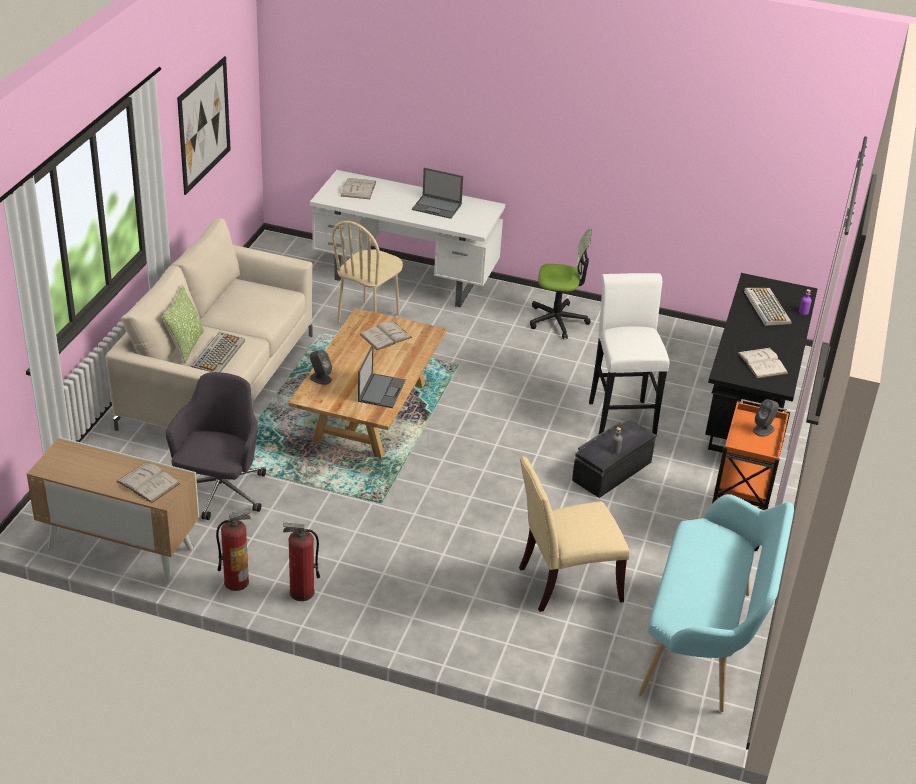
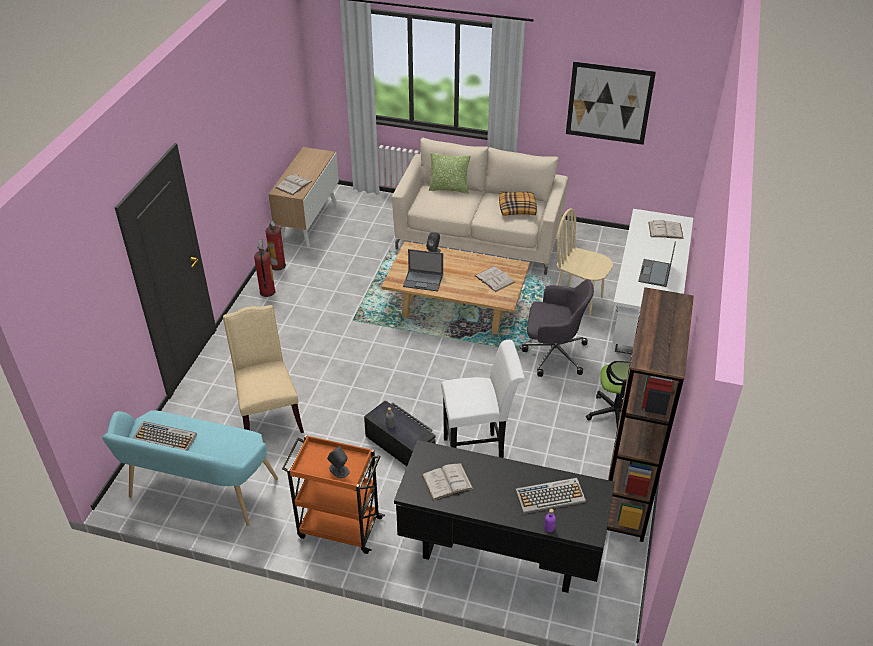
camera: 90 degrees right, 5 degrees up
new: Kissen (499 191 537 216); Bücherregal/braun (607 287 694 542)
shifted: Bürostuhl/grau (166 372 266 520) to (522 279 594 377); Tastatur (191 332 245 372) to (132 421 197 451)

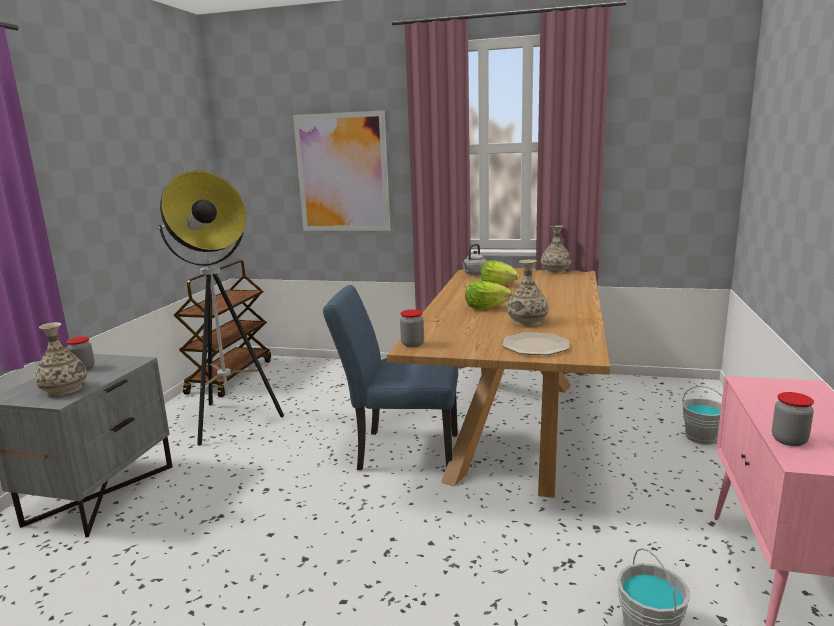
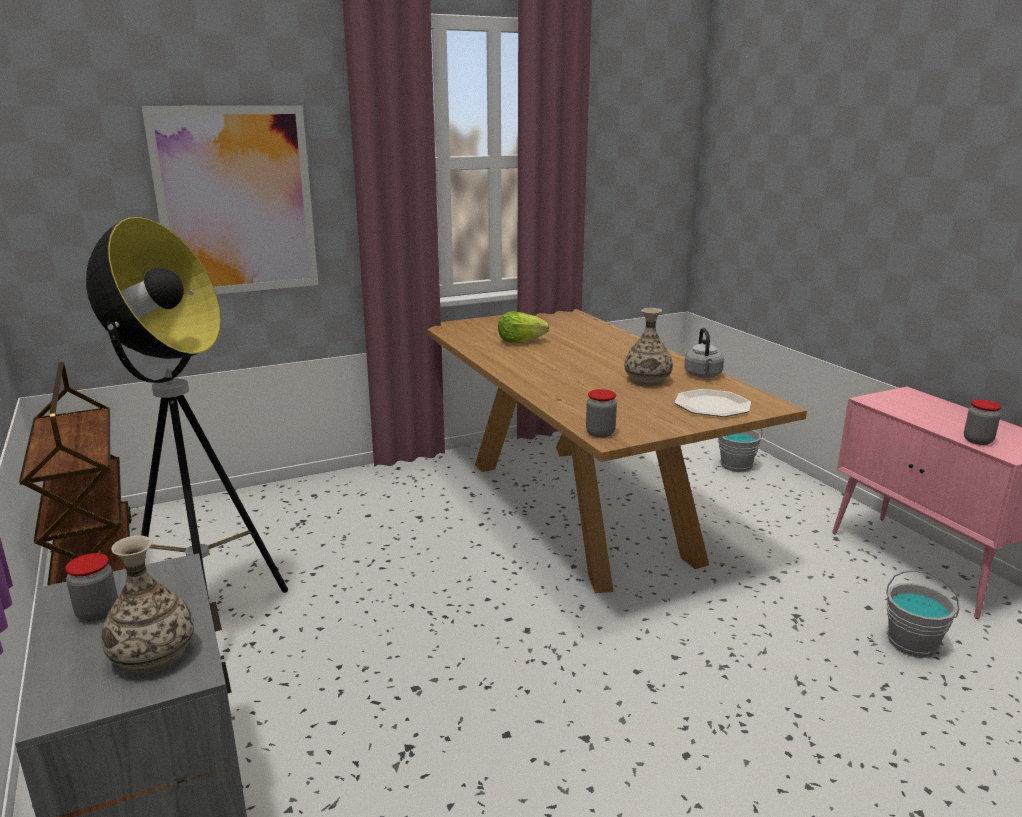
camera: 40 degrees left, 5 degrees up
gone: Stuhl/blau (323 285 458 470); Salatkopf (465 281 512 309); Vase (540 225 571 274)
shifted: Wasserkessel/grau (462 244 487 275) to (684 328 724 378)

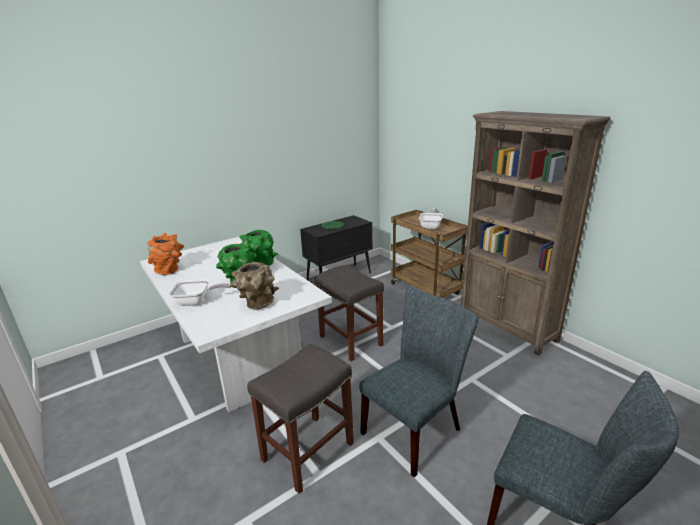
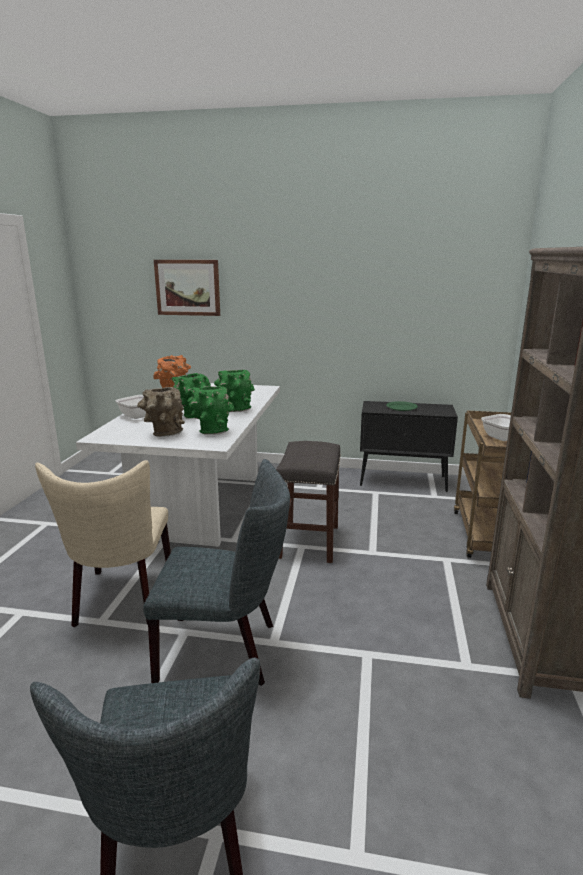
camera: 45 degrees right, 5 degrees down
new: Bild (154 260 220 316); Vase/grün (188 386 235 435)
swapped: Hocker/grau (247 344 354 494) to Stuhl/beige (35 460 171 628)

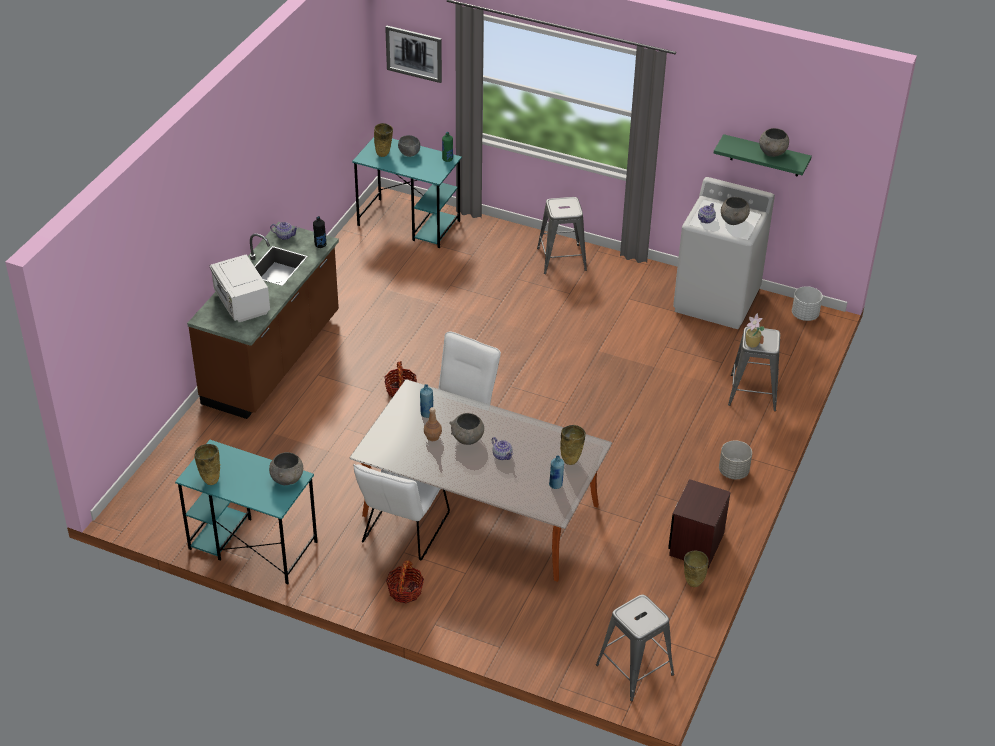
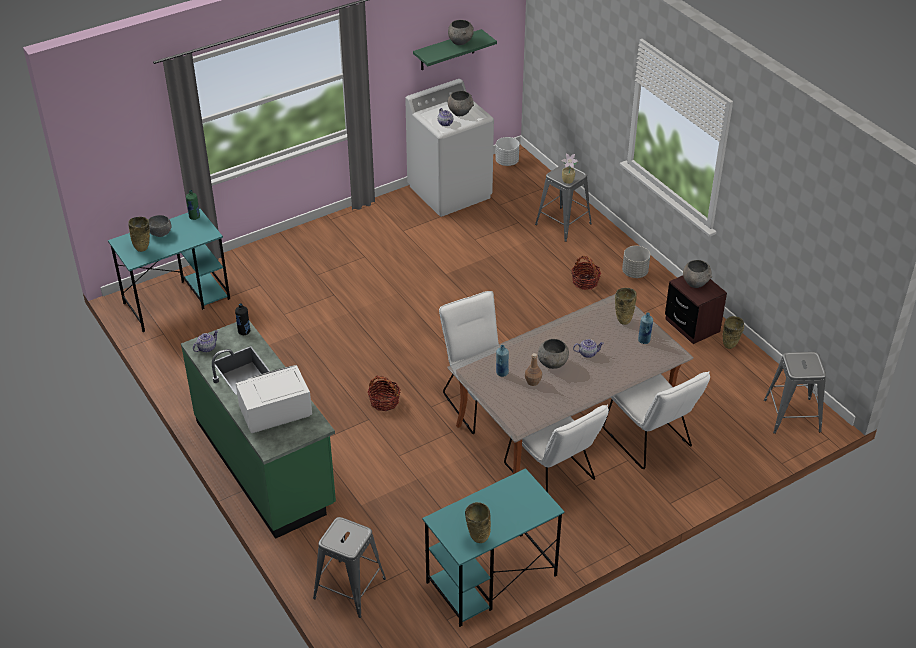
camera: 55 degrees left, 0 degrees up
gone: Bild (385 25 442 83)
new: Stuhl/weiß (603 372 710 469)
shifted: Schüssel/grau (269 452 303 485) to (683 260 712 288); Korb (386 560 424 603) to (571 256 601 290); Hocker/grau (537 197 587 274) to (313 517 386 618)
repainted: Küchenzeile/braun (187 222 339 419) to Küchenzeile/grün (181 321 336 539)
rotated: Mikrowelle/weiß (210 255 270 322) = (236 365 312 433) 150 degrees clockwise

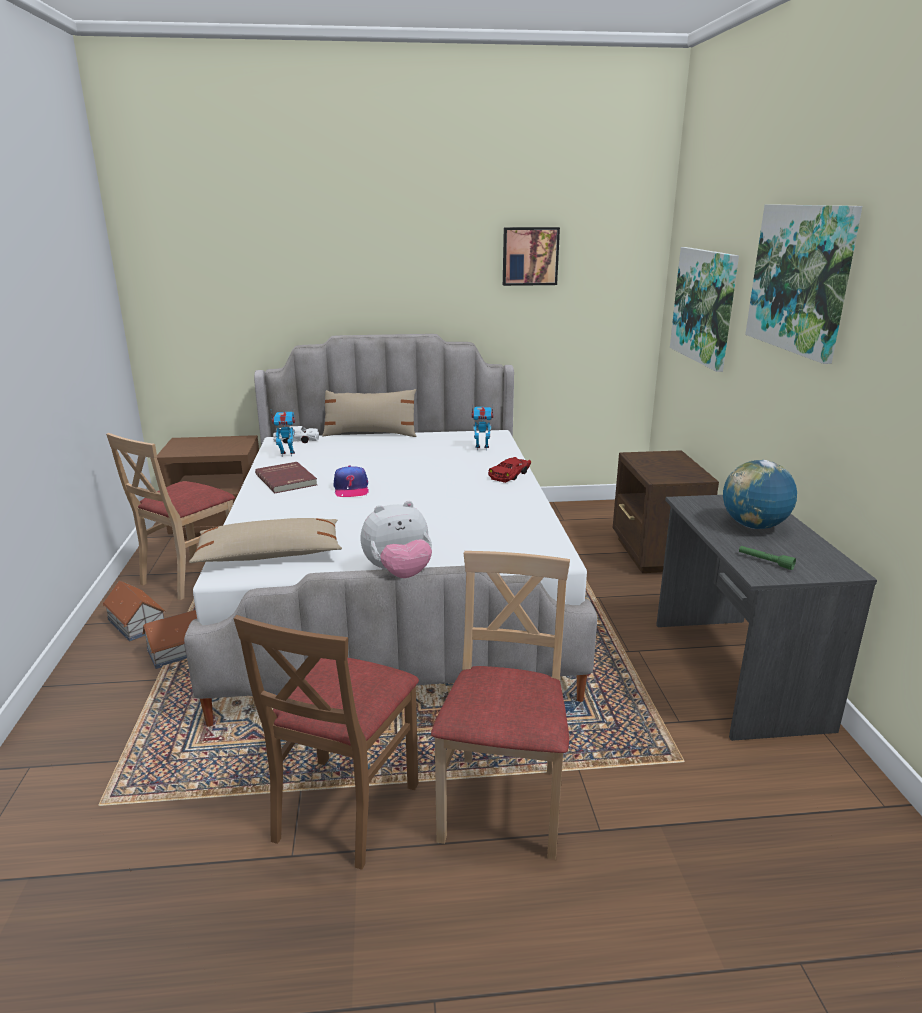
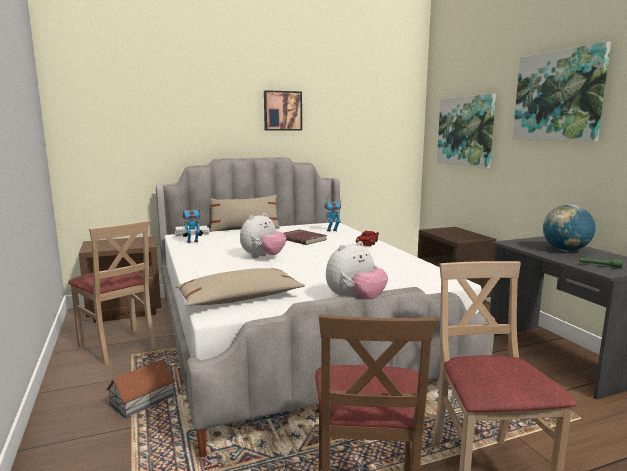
camera: 15 degrees left, 10 degrees down
gone: Spielzeughaus (102 580 166 641)
shifted: Buch/rot (255 462 317 493) to (284 229 327 245); Bild (503 227 560 286) to (264 90 302 131)
swapped: Kappe (334 466 369 497) to Plüschtier (240 213 286 258)
rotated: Stuhl/beige (106 433 235 600) = (68 220 156 365) 60 degrees counterclockwise

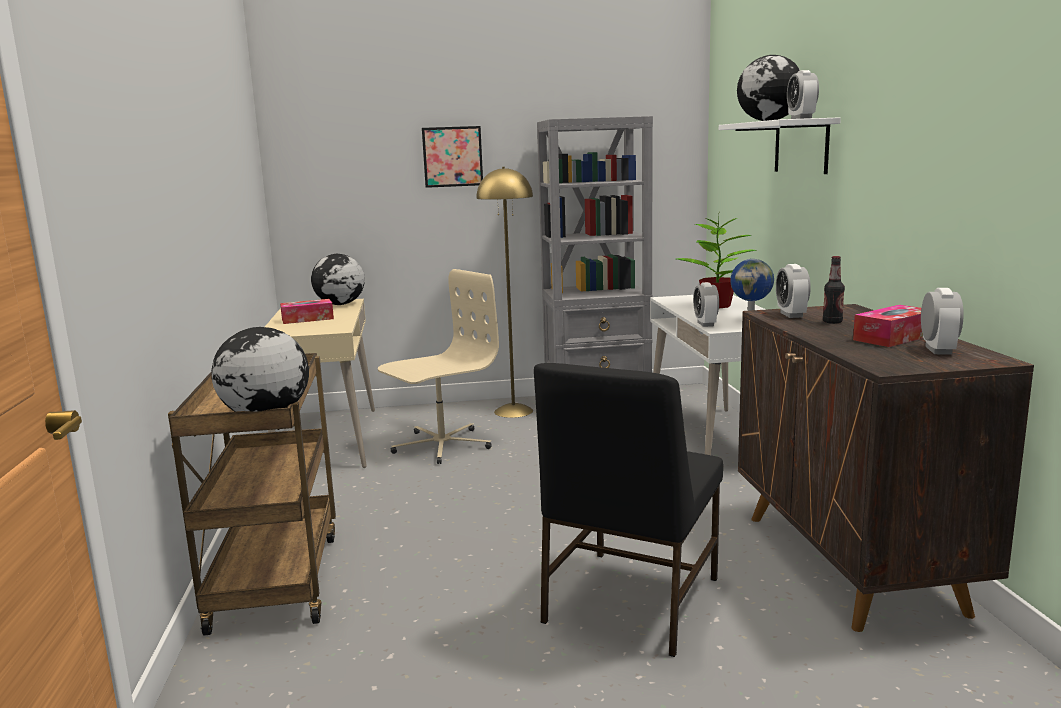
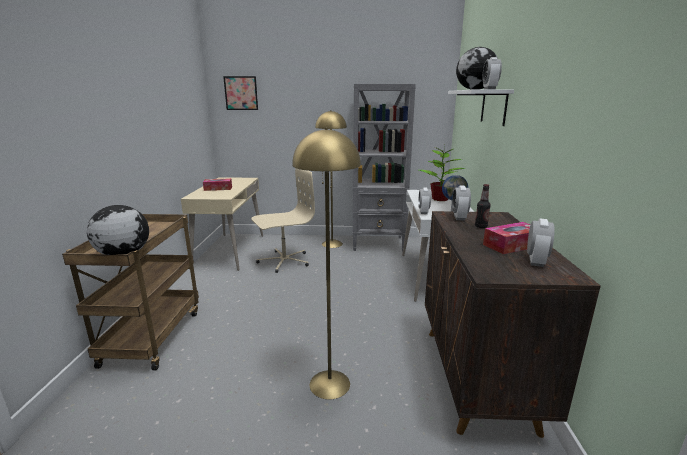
camera: 10 degrees right, 5 degrees up
gone: Globus (311 254 365 305)
shifted: Bild (422 126 483 188) to (223 76 258 110)
swapped: Stuhl/schwarz (534 363 723 657) to Stehlampe/gelb (292 128 361 400)

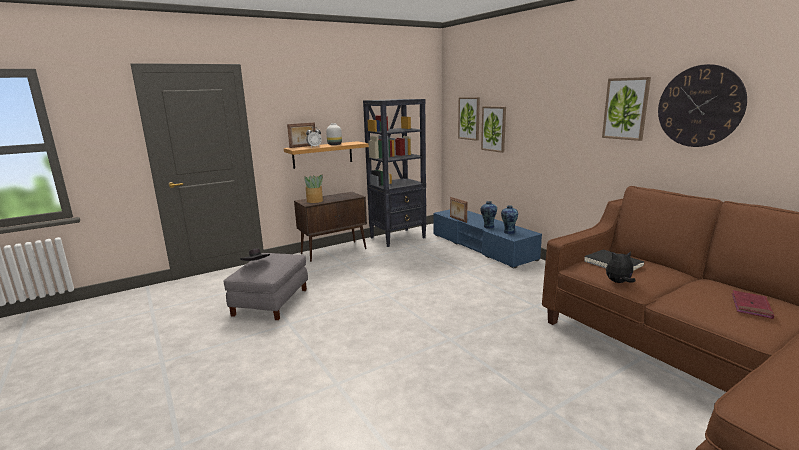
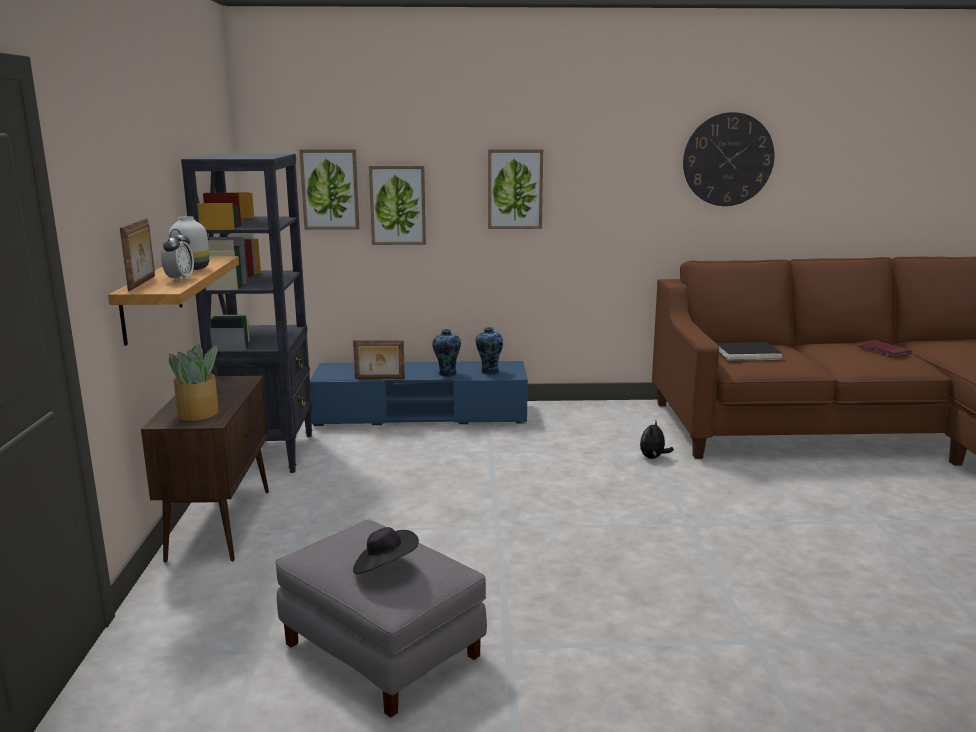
camera: 60 degrees left, 0 degrees up
shifted: Bild (602 77 651 141) to (488 149 543 229); Plüschtier (606 251 636 283) to (640 421 674 459)

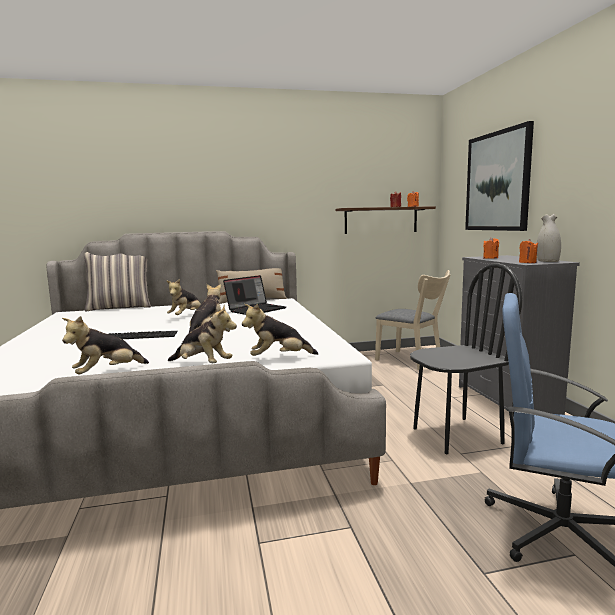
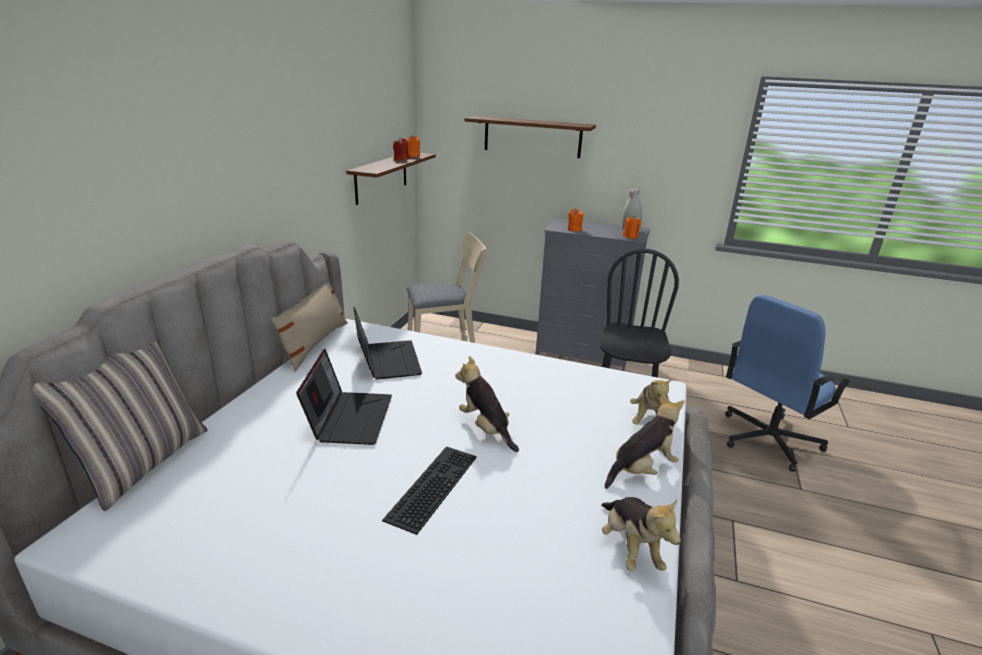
camera: 60 degrees left, 15 degrees up
swapped: Plüschtier (167 279 201 315) to Laptop (296 349 392 445); Bild (465 121 534 231) to Wandregal/braun (464 116 596 158)

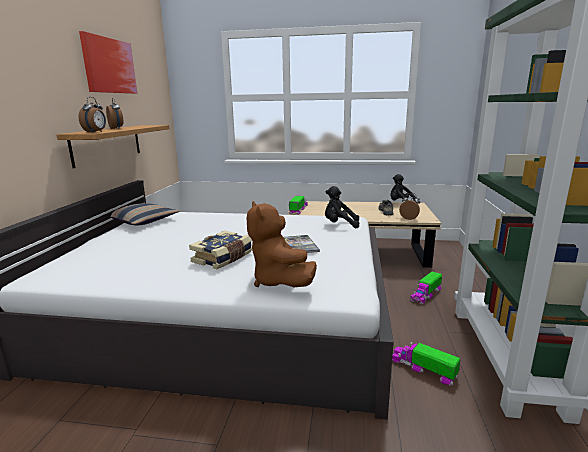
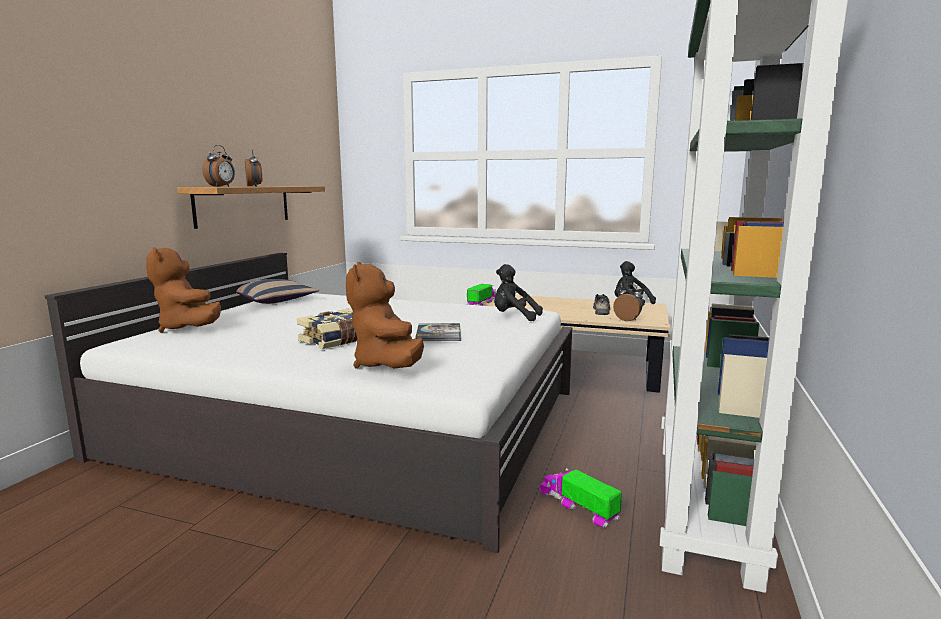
camera: 10 degrees right, 5 degrees down
gone: Bild (79 31 137 94); Spielzeuglaster (410 271 442 305)
new: Plüschtier/braun (146 247 221 333)

